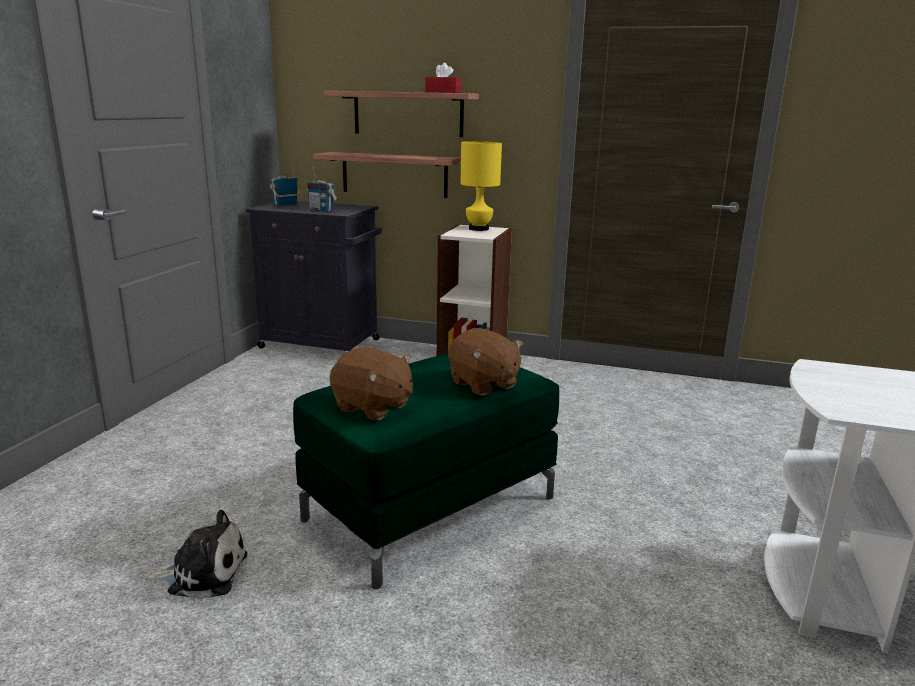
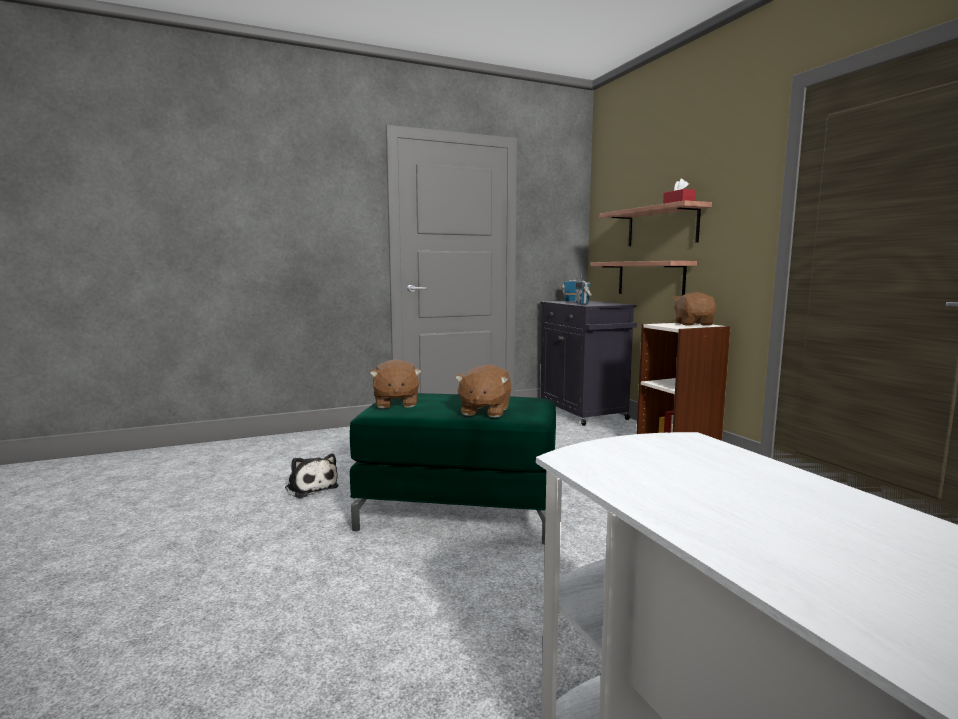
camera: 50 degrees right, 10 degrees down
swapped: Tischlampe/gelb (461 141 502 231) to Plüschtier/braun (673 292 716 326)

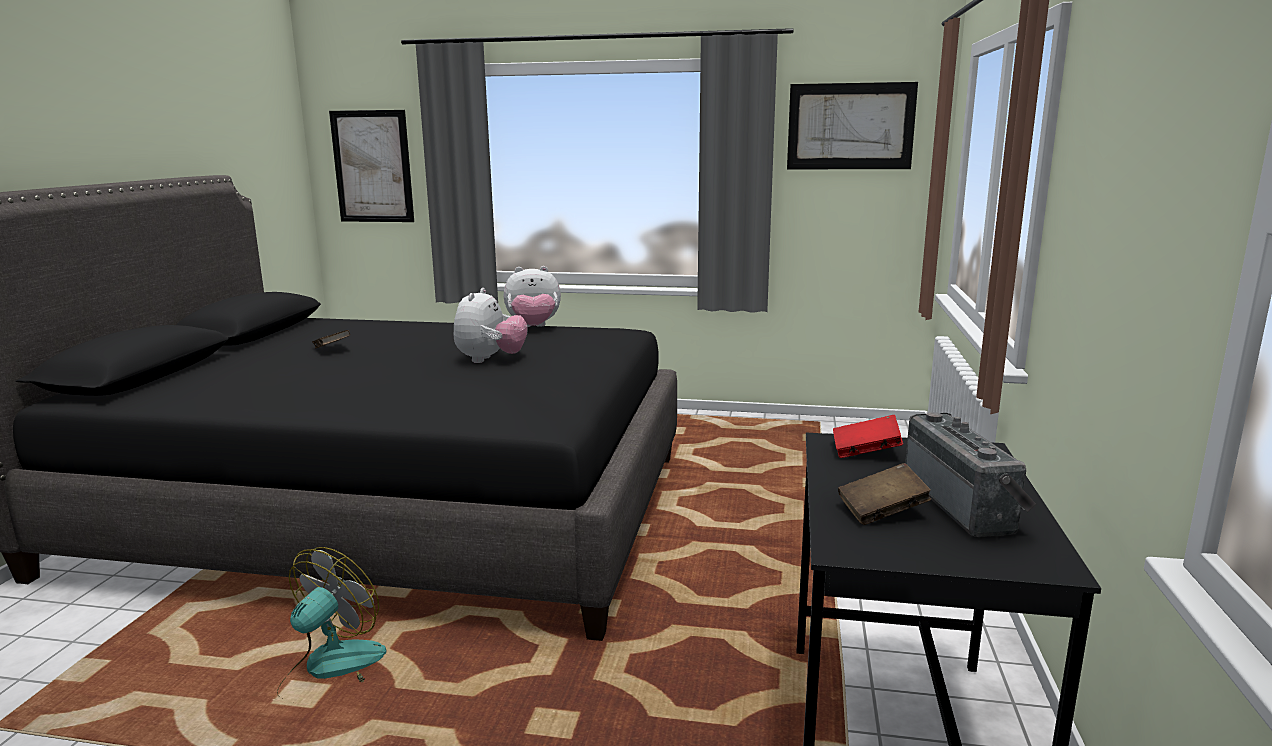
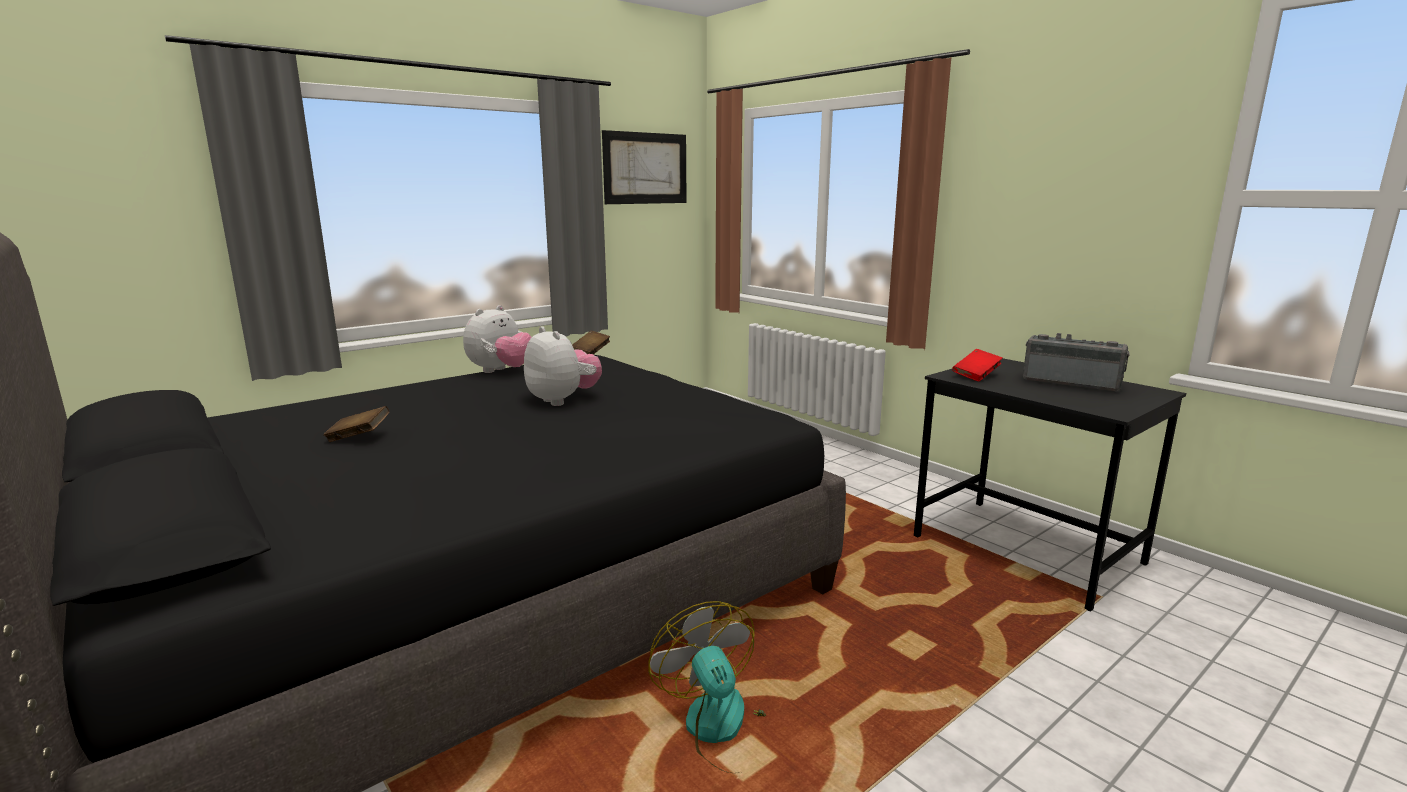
camera: 50 degrees left, 0 degrees up
gone: Bild (329 110 414 222)
shifted: Buch/braun (838 463 931 525) to (572 331 610 355)

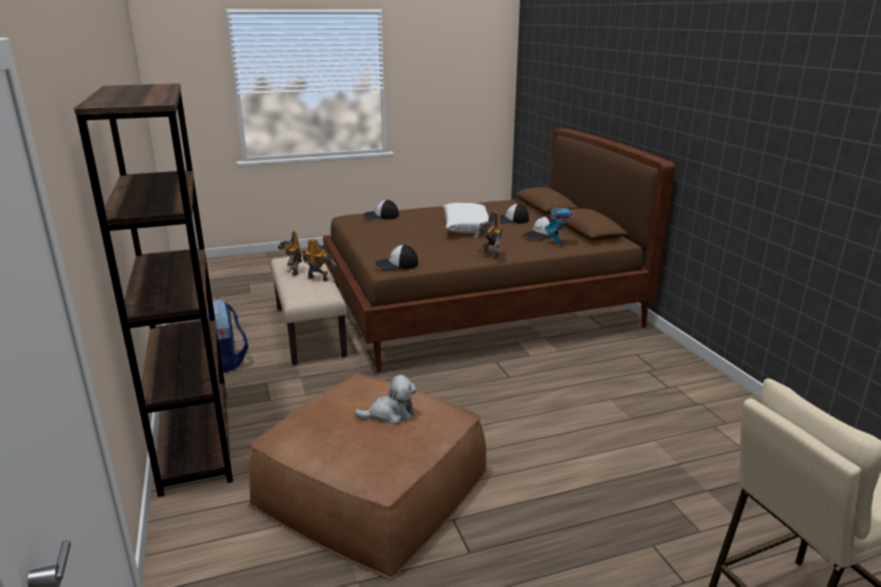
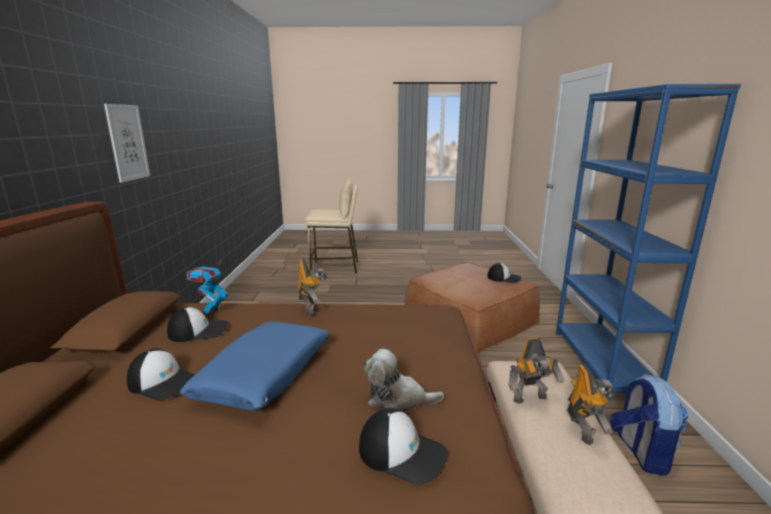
camera: 160 degrees left, 5 degrees down
new: Bild (104 104 150 183)
shifted: Plüschtier (354 374 417 425) to (364 349 444 411); Kappe (375 245 418 270) to (487 263 521 283)
repainted: Bücherregal/braun (74 83 233 497) to Bücherregal/blau (556 84 741 400); Kissen/weiß (443 203 489 233) to Kissen/blau (180 321 330 411)
rotated: Spielzeugroboter (302 239 337 281) = (508 337 564 404) 60 degrees counterclockwise

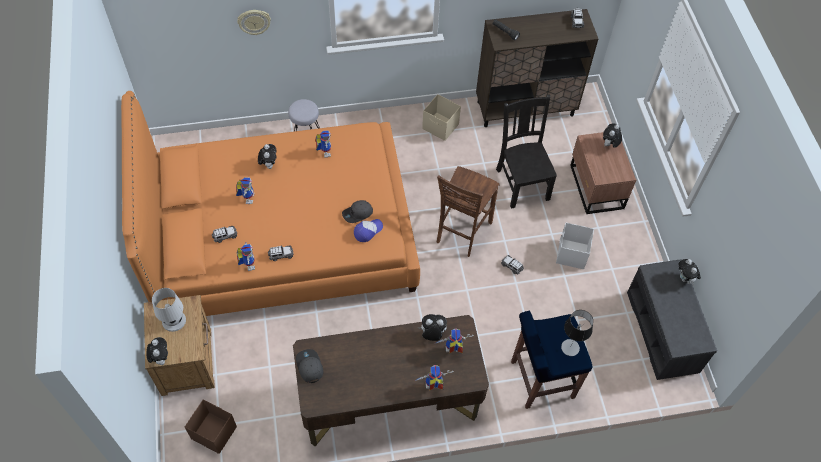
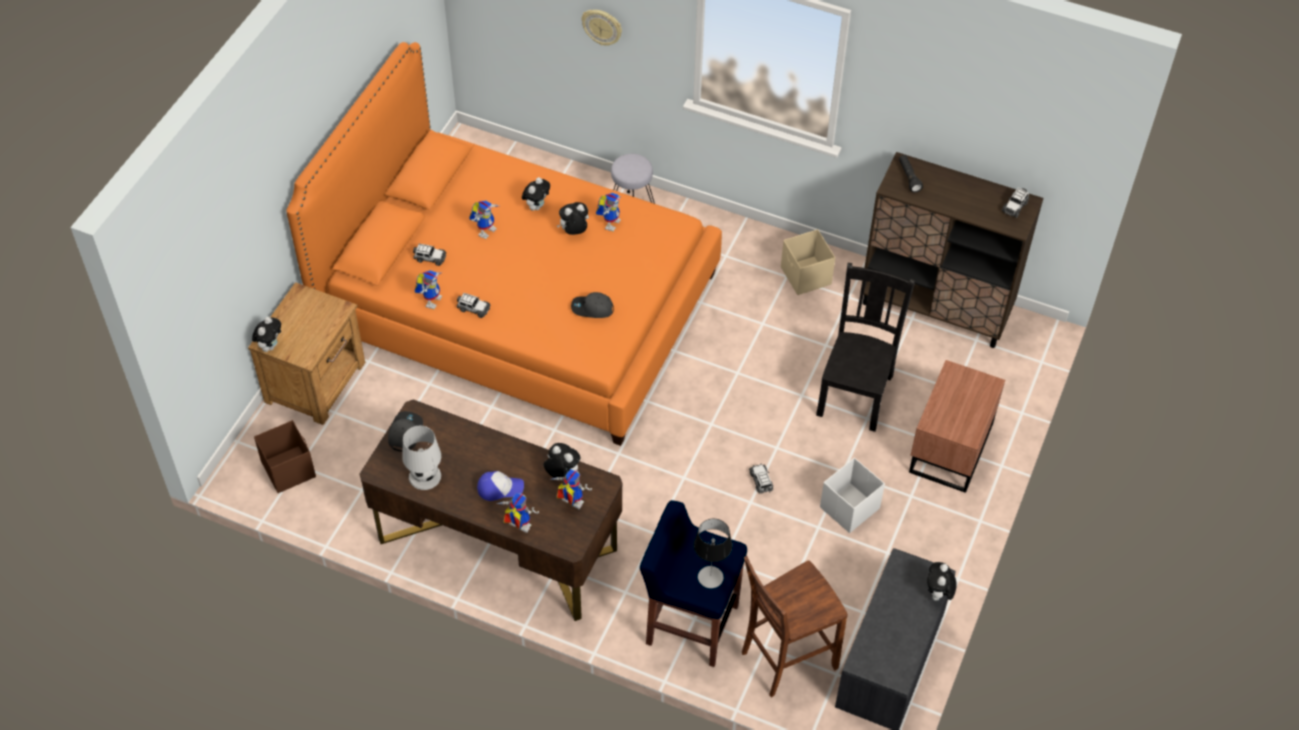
camera: 35 degrees right, 5 degrees down
shifted: Tischlampe/weiß (152 288 186 332) to (402 426 441 490); Kappe (354 219 383 242) to (477 471 524 501); Stuhl/braun (437 166 500 257) to (742 556 848 697); Plüschtier (603 123 622 148) to (557 202 589 235)

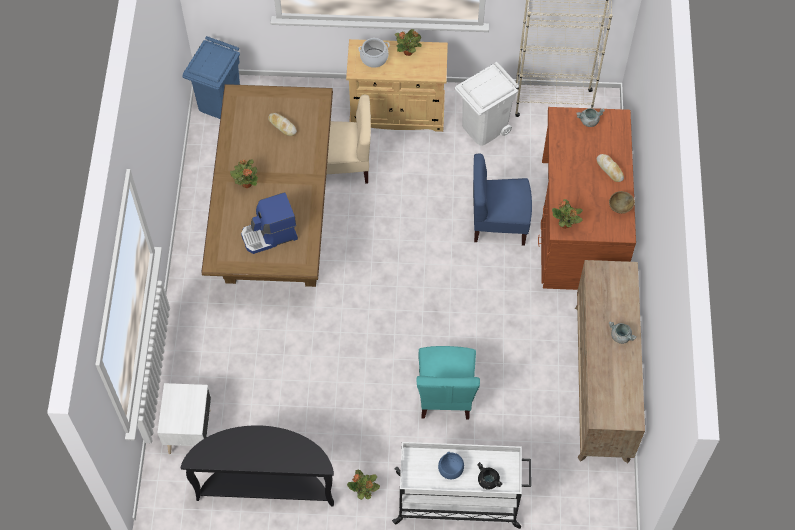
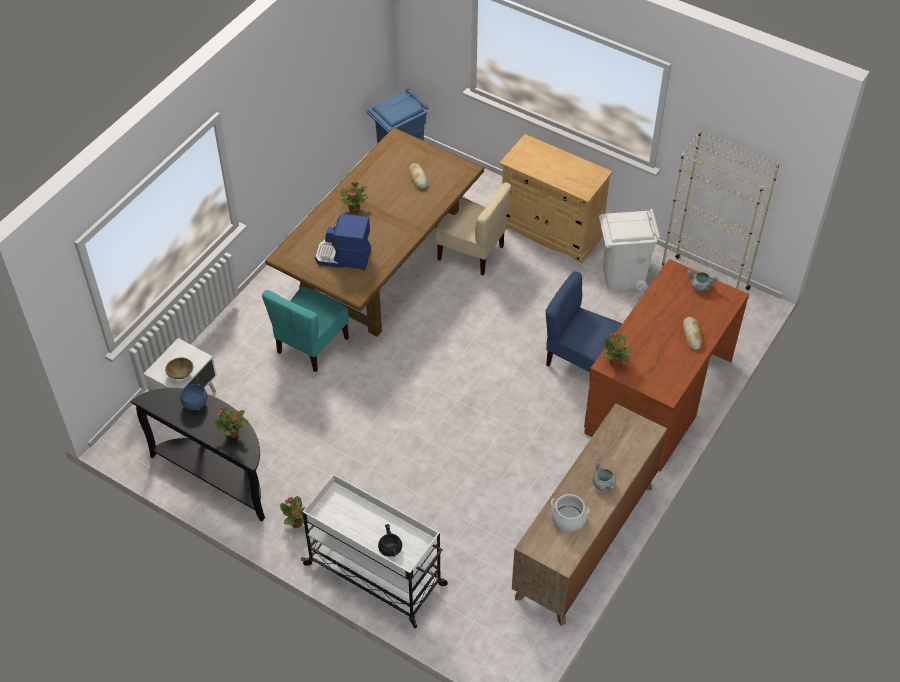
camera: 30 degrees right, 10 degrees down
shifted: Kochtopf (358 38 390 68) to (551 494 590 531); Topfpflanze (395 29 422 56) to (212 407 248 438); Stuhl/türkis (417 346 480 419) to (262 287 349 372); Schüssel/blau (438 452 464 479) to (180 384 208 410); Schüssel/braun (609 191 635 214) to (165 357 193 379)

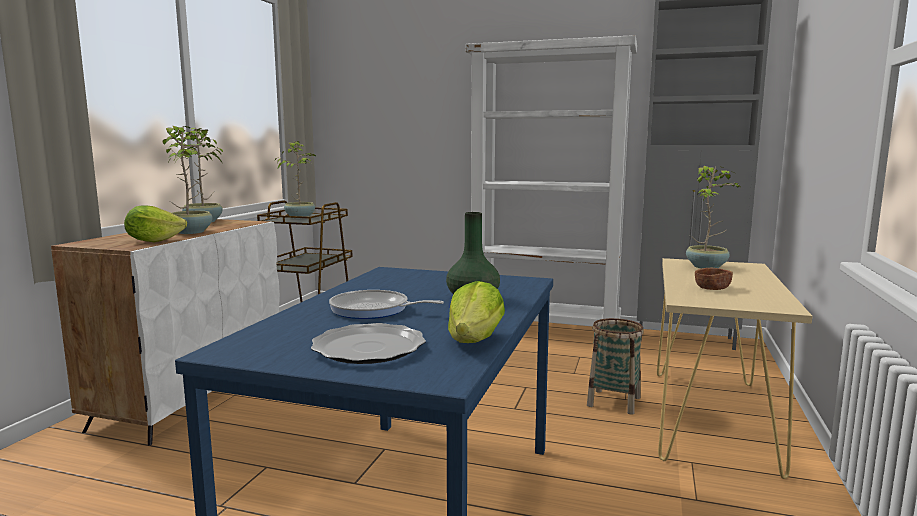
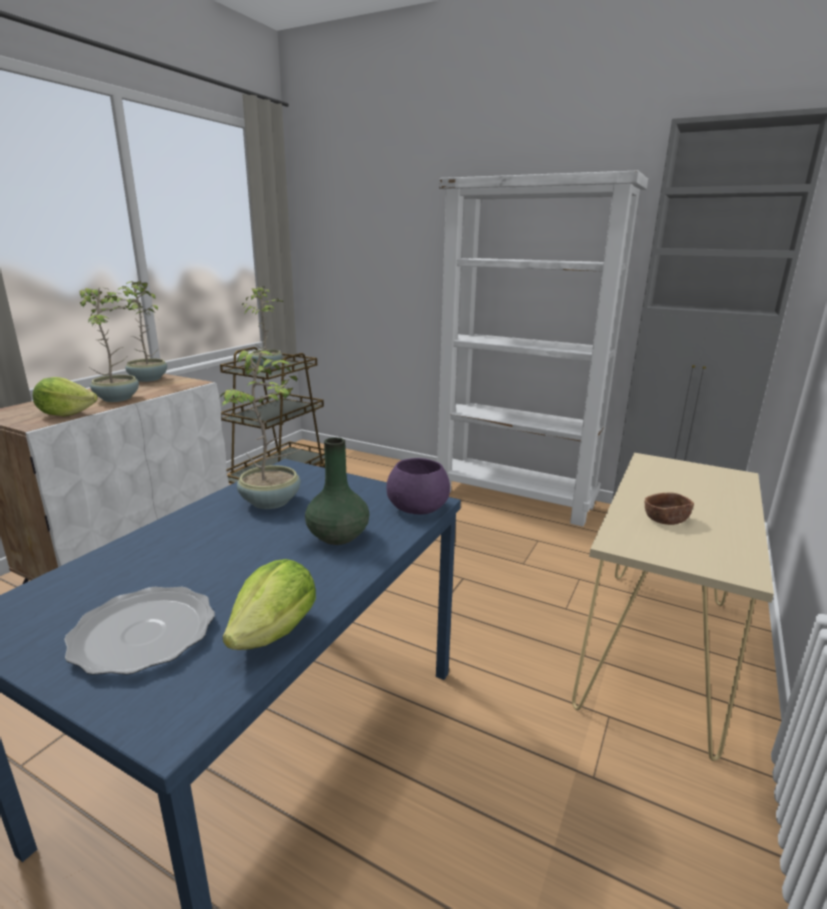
camera: 10 degrees right, 10 degrees up
gone: Pfanne (329 290 444 319); Korb (587 318 644 414)
new: Schüssel/lila (386 458 450 514)
shifted: Topfpflanze (686 166 742 269) to (220 350 302 509)

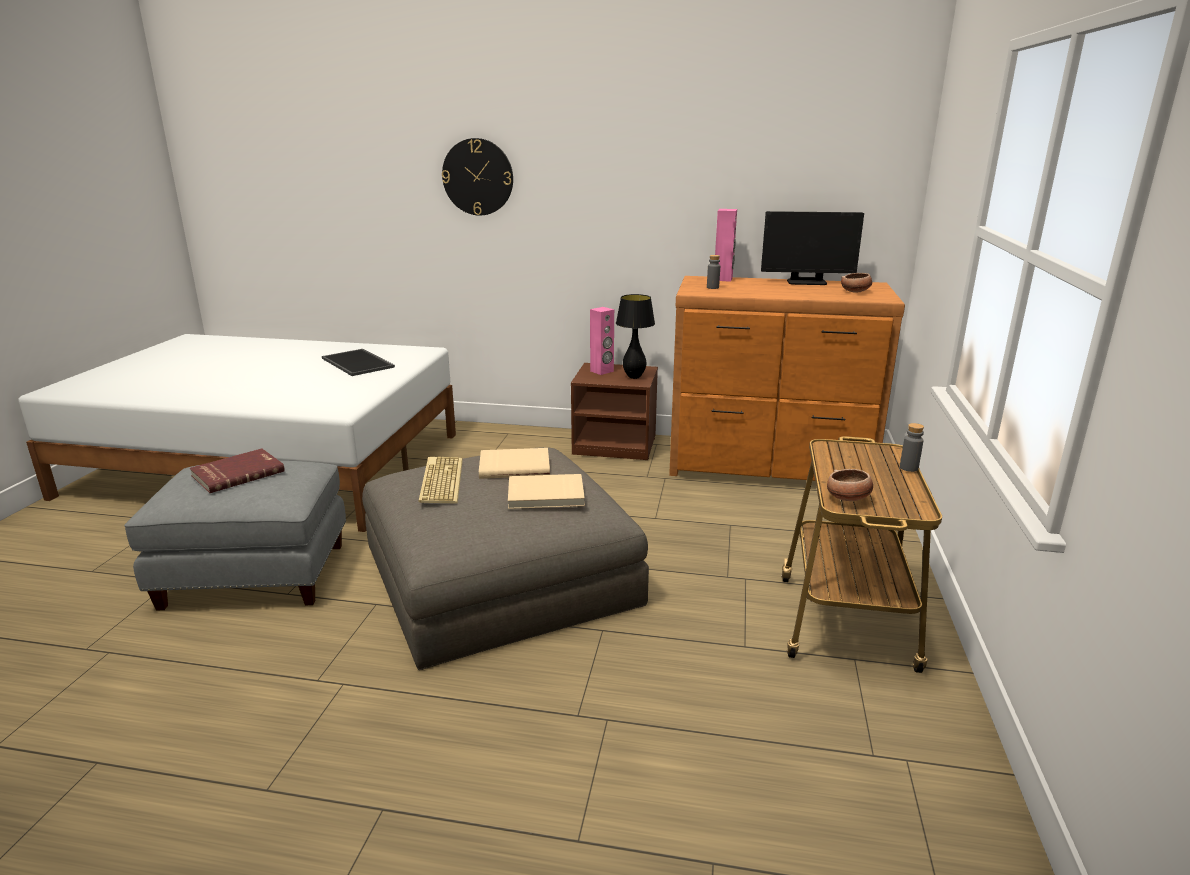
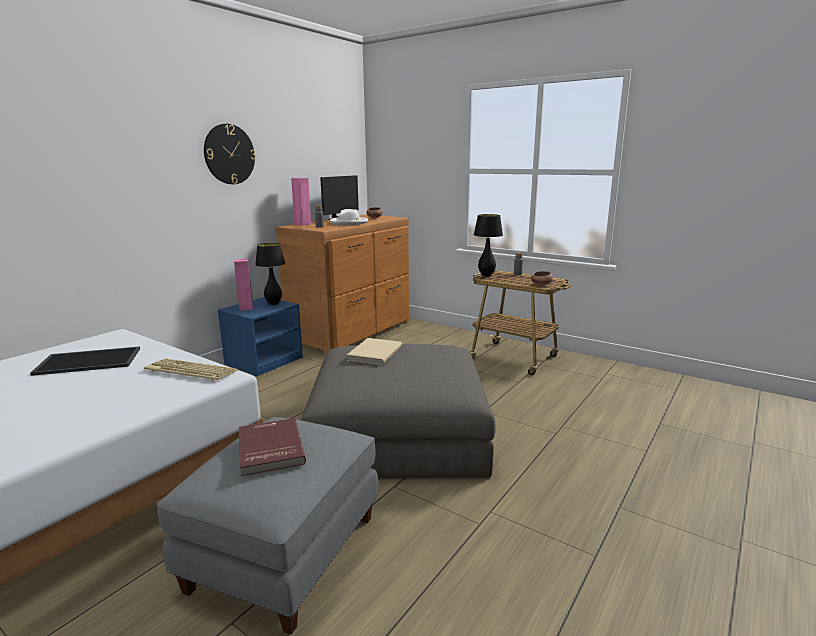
camera: 65 degrees left, 5 degrees down
gone: Buch/beige (508 474 585 509)
new: Hut/weiß (330 209 368 225); Tischlampe/schwarz (474 214 503 277)
shifted: Tastatur (419 457 463 504) to (144 359 238 381); Wanduhr (442 138 513 216) to (204 124 256 184)
repainted: Nachttisch/braun (571 363 658 460) to Nachttisch/blau (218 297 303 376)

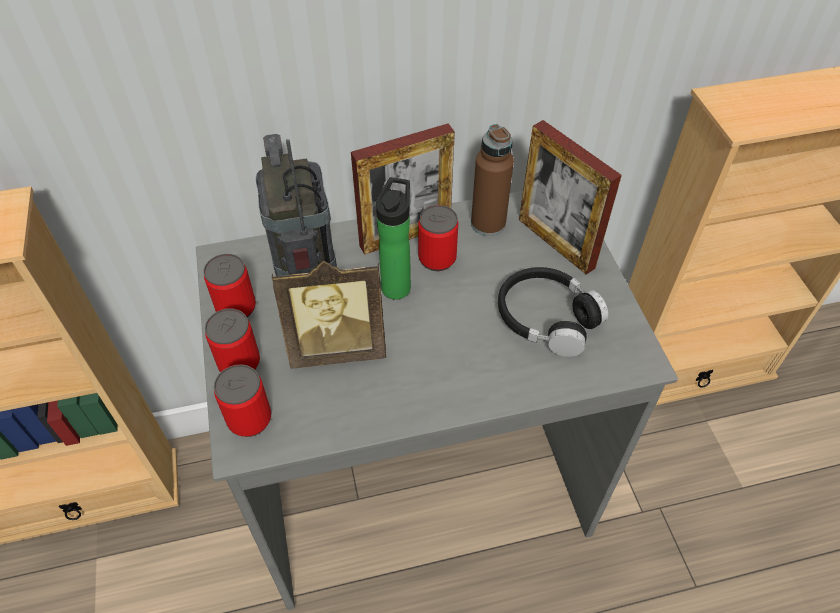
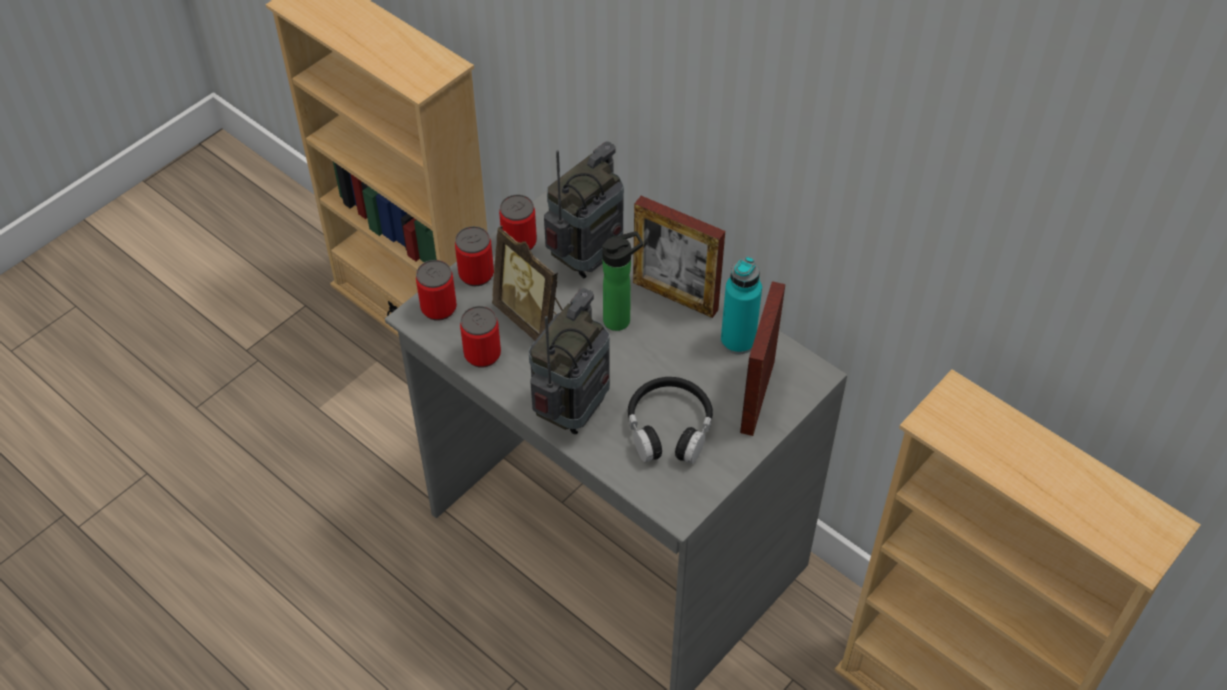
camera: 55 degrees right, 0 degrees up
new: Radio (529 288 610 434)
shifted: Dose (418 205 458 271) to (460 306 501 368)
repainted: Flasche/braun (471 124 514 236) to Flasche/türkis (721 257 762 354)

